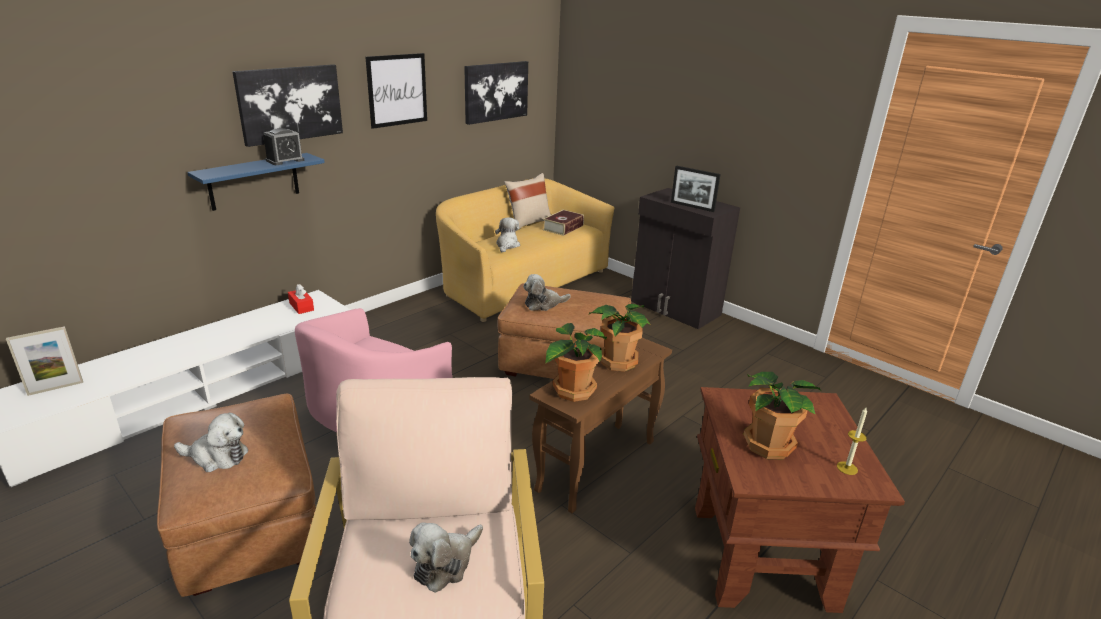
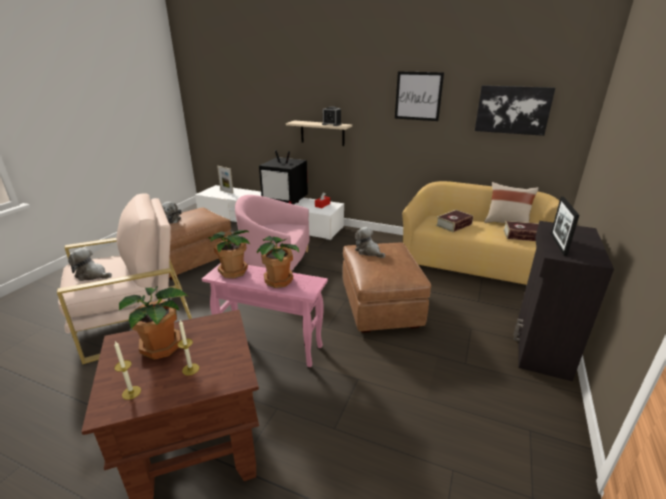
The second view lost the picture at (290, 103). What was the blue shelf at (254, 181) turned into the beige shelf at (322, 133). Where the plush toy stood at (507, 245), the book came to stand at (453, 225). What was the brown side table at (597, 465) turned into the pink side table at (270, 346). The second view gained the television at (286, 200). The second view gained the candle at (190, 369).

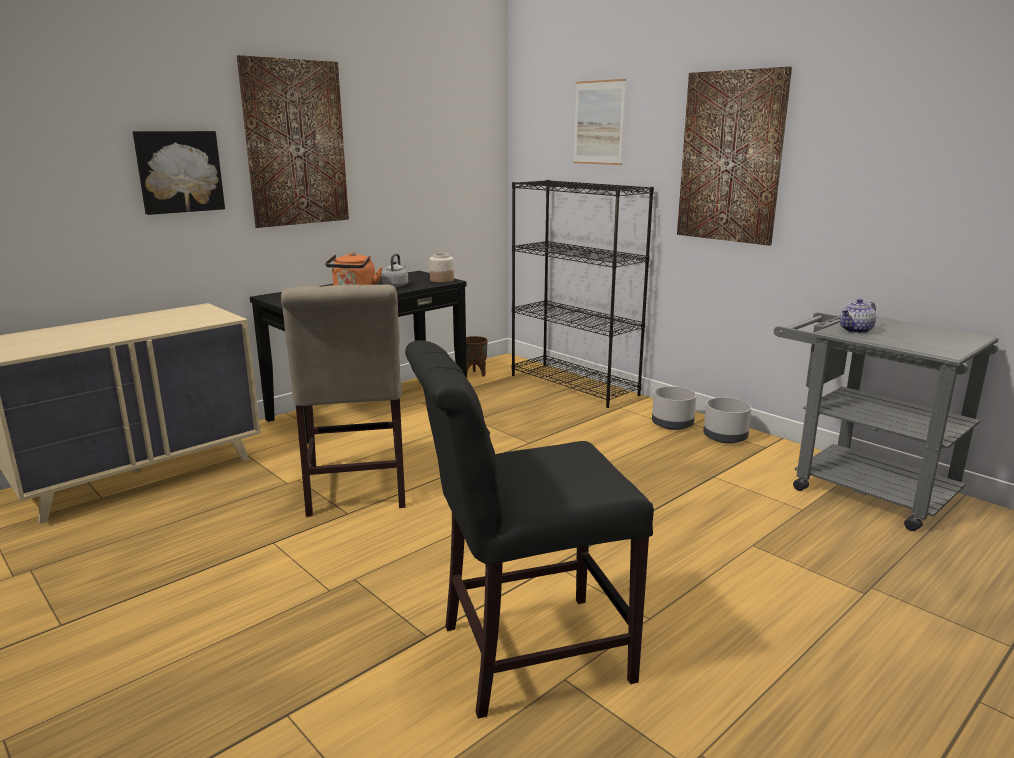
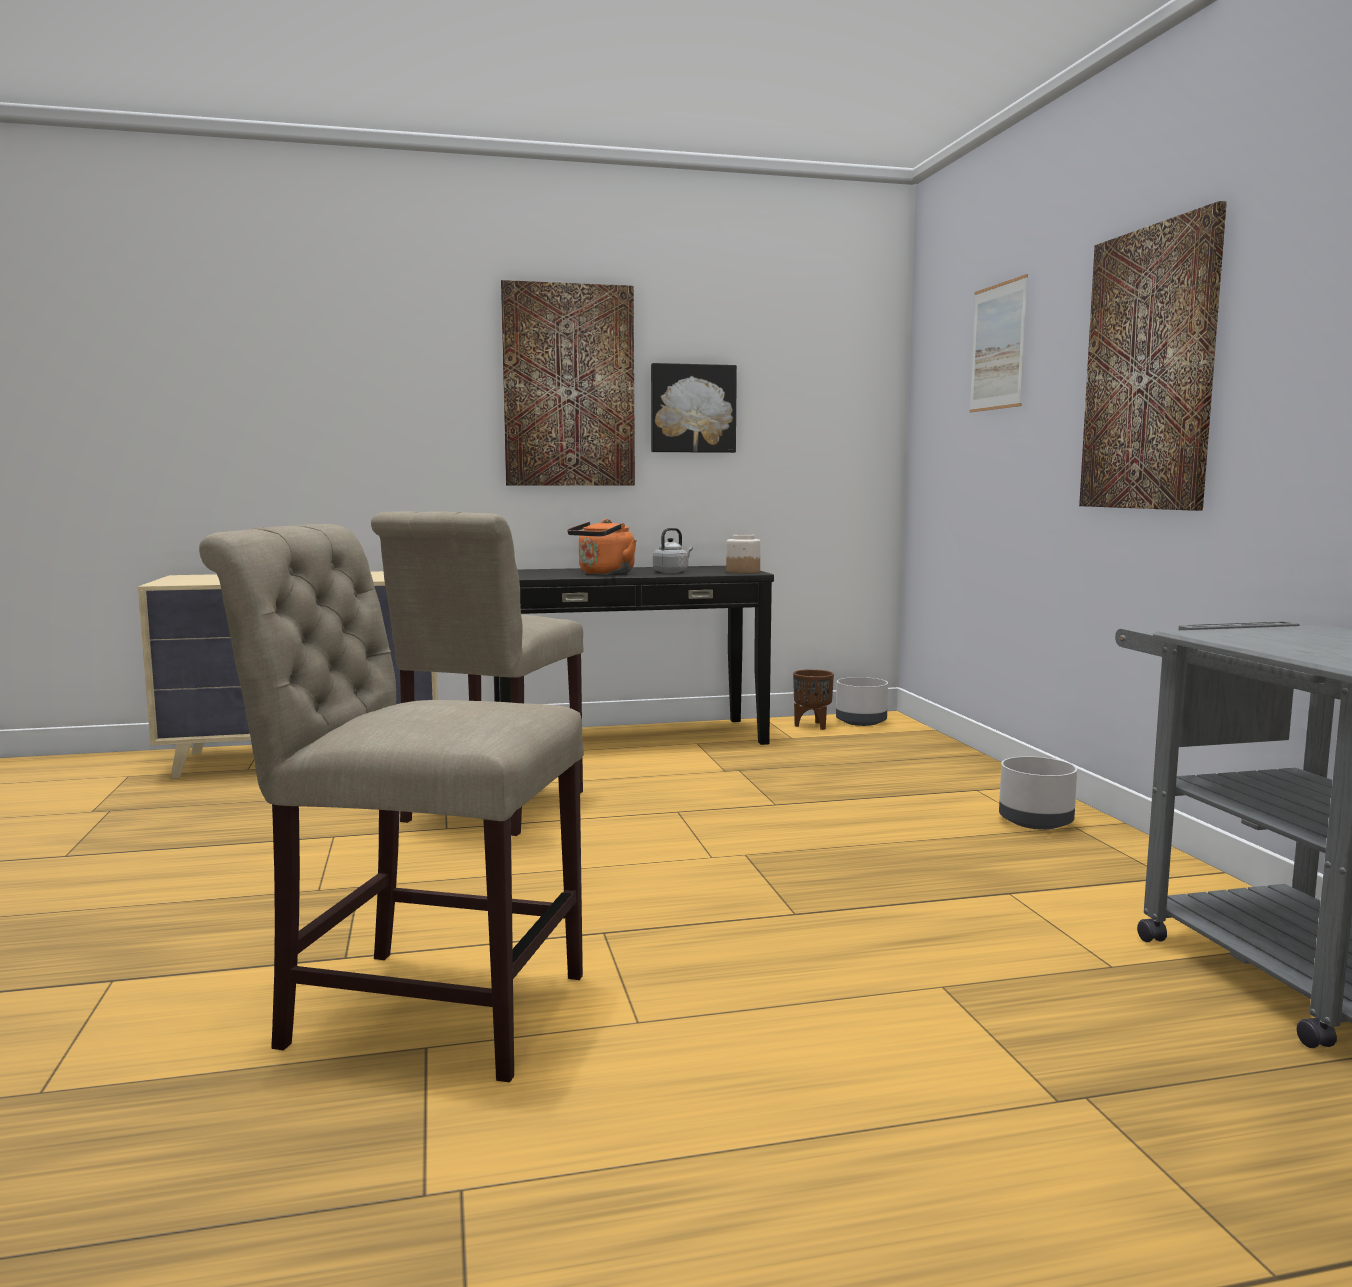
The picture ended up elsewhere, having gone from (179, 171) to (692, 409). The second view lost the black bookcase at (574, 385). The second view lost the teapot at (856, 330). What was the black chair at (524, 654) turned into the beige chair at (421, 1007). The grey planter ended up elsewhere, having gone from (725, 437) to (861, 722).

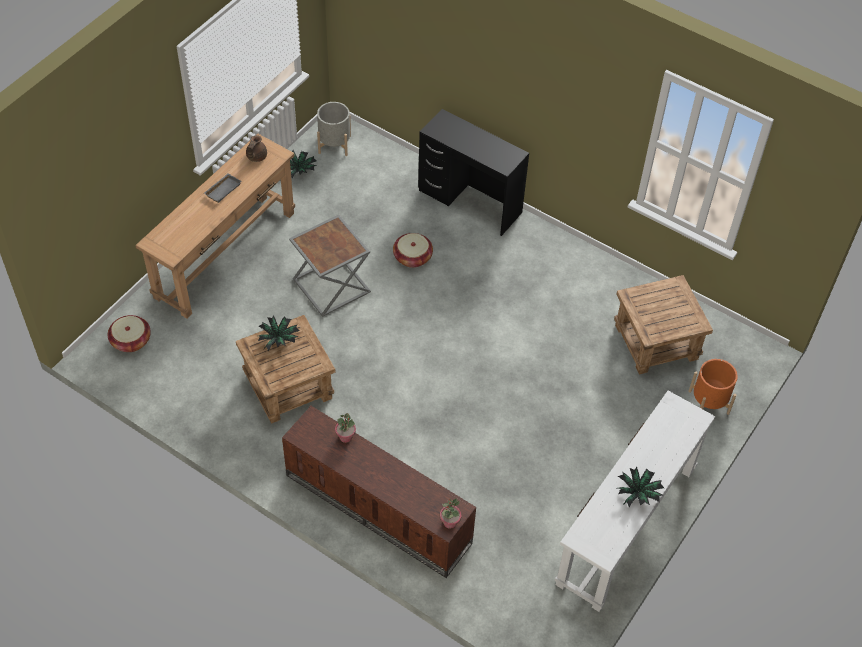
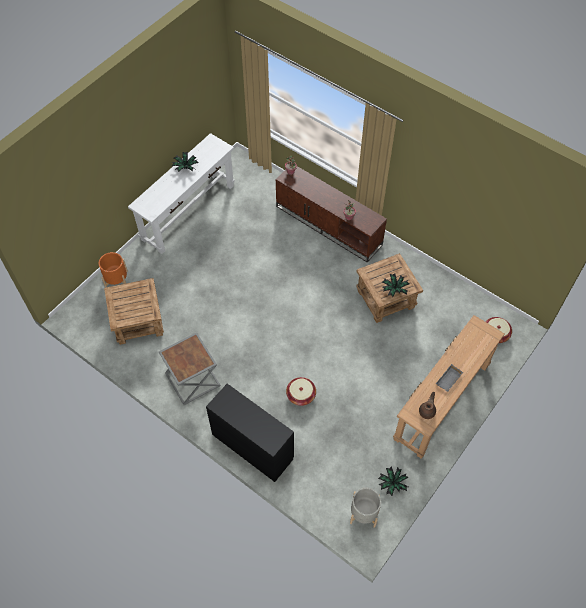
The grey side table ended up elsewhere, having gone from (333, 286) to (191, 379).

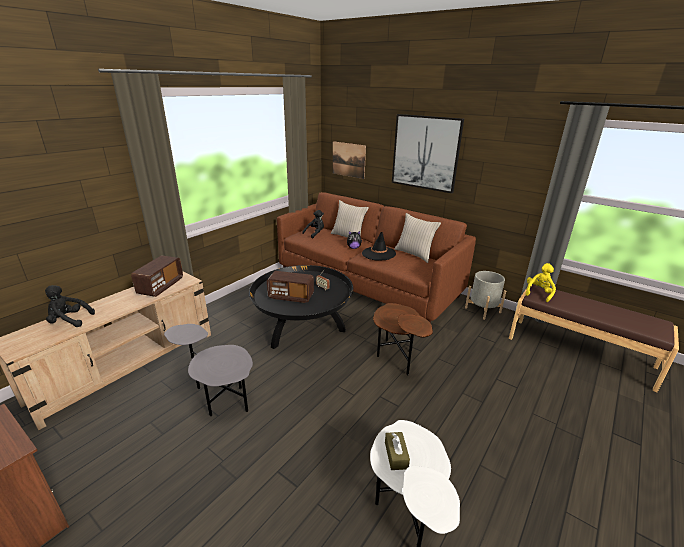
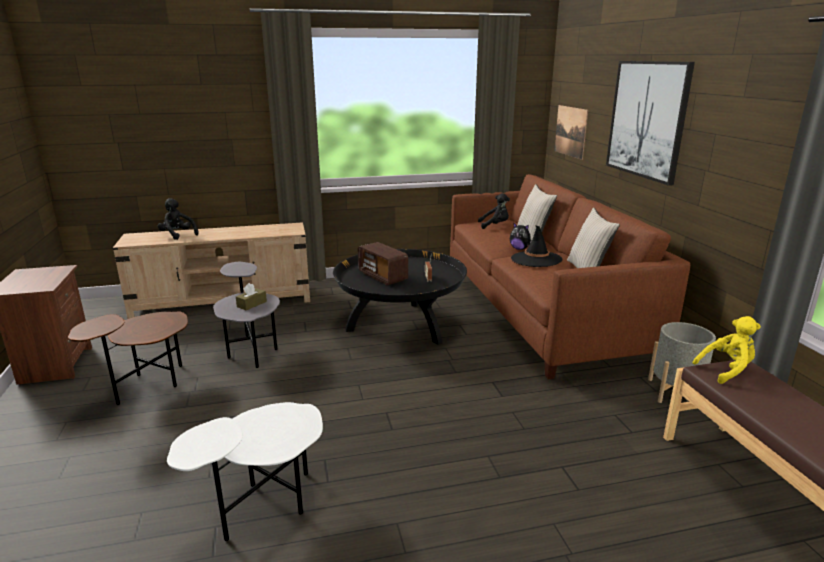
The second view lost the radio at (161, 286). The brown side table ended up elsewhere, having gone from (398, 358) to (148, 386). The brown tissue box ended up elsewhere, having gone from (396, 455) to (252, 304).

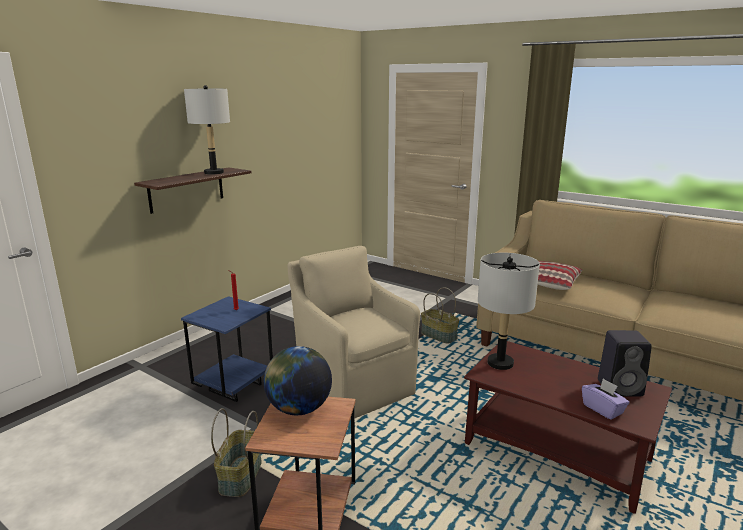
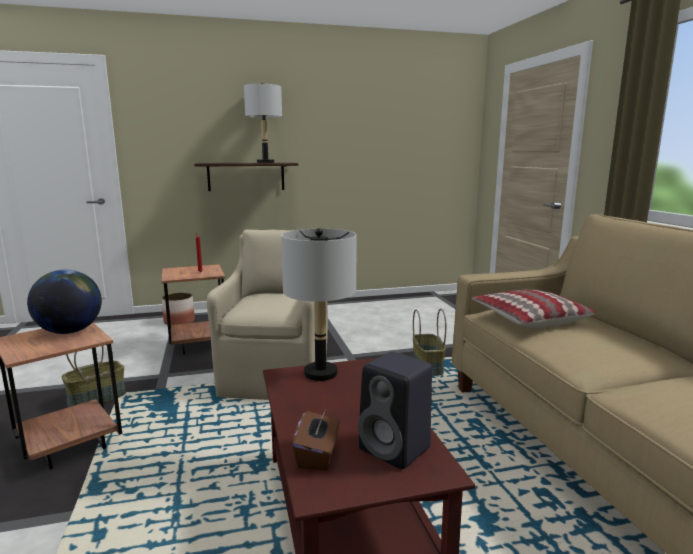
What was the blue side table at (233, 388) turned into the brown side table at (198, 346). What was the purple tissue box at (603, 409) turned into the brown tissue box at (317, 455). The second view gained the planter at (179, 322).

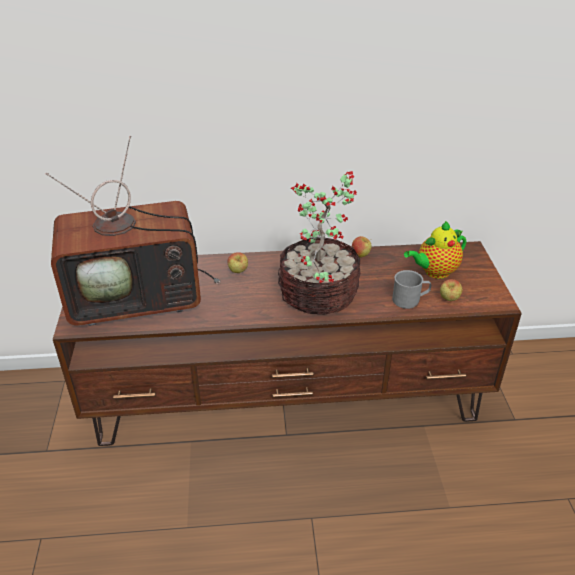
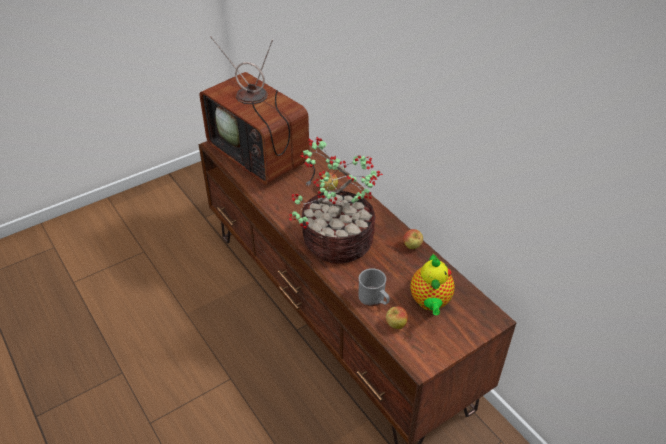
The teapot at (434, 272) ended up facing another way, 120 degrees counterclockwise from before.

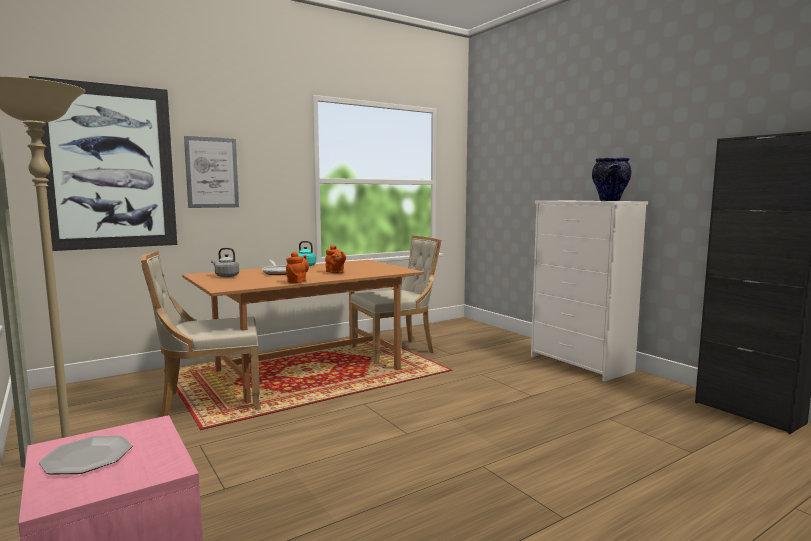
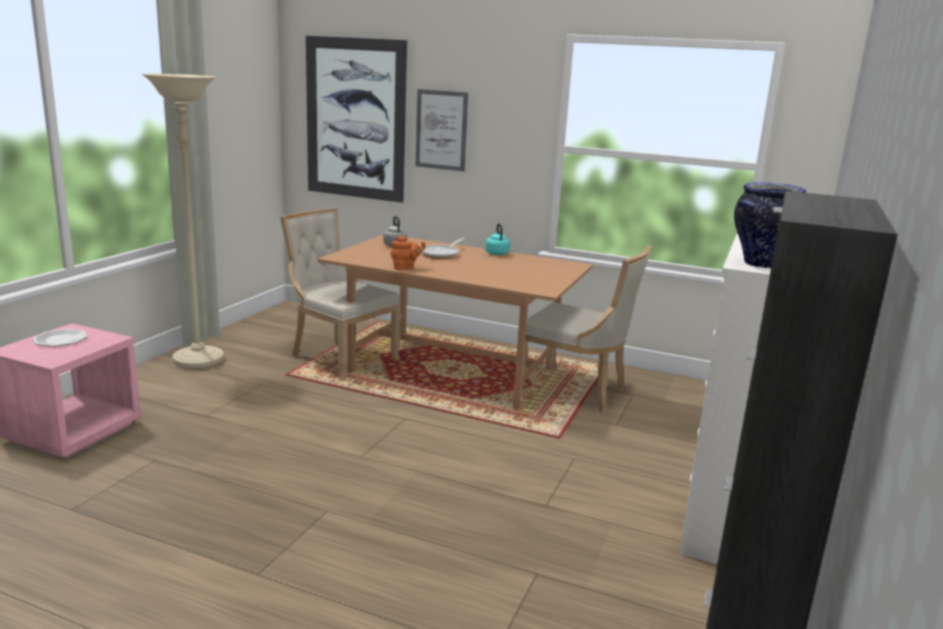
The second view lost the orange teapot at (335, 272).

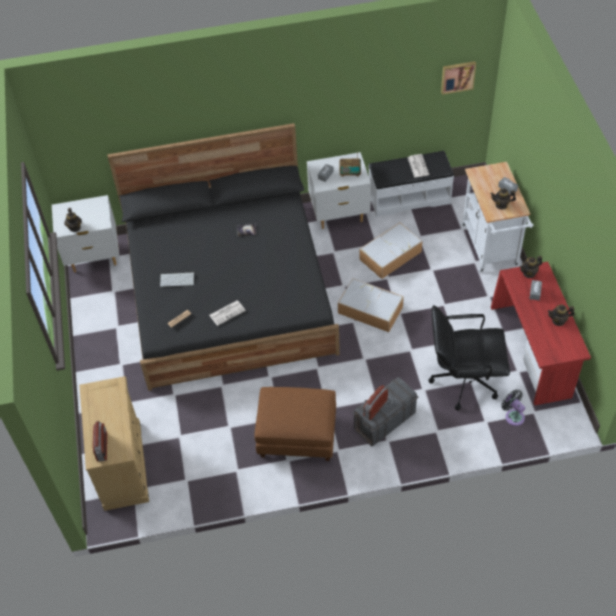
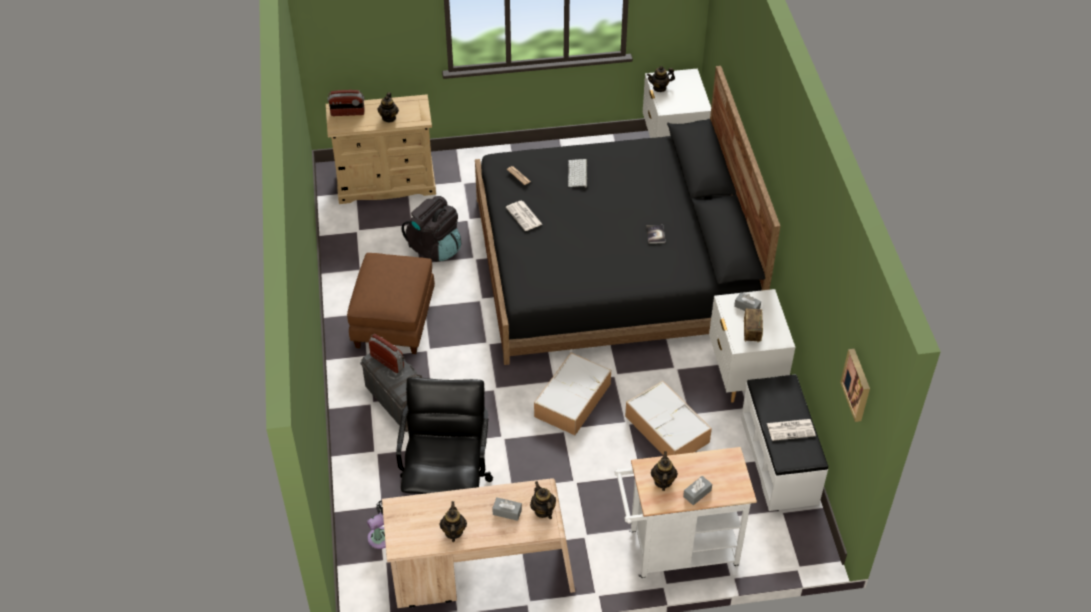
What was the red desk at (532, 352) turned into the beige desk at (482, 574). The second view gained the teapot at (389, 118). The second view gained the black backpack at (435, 247).

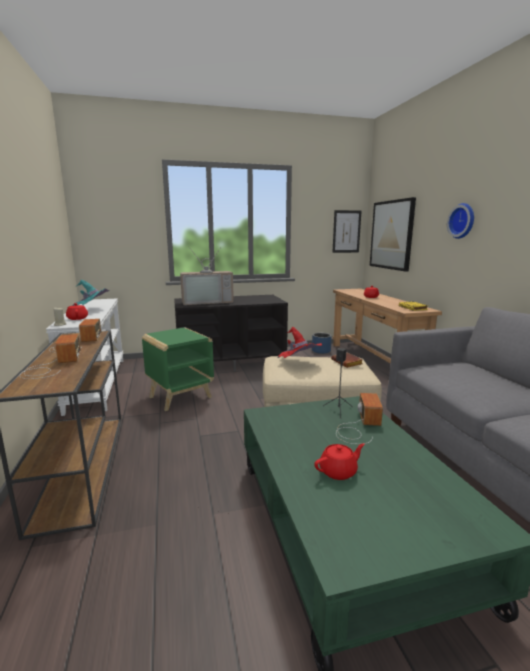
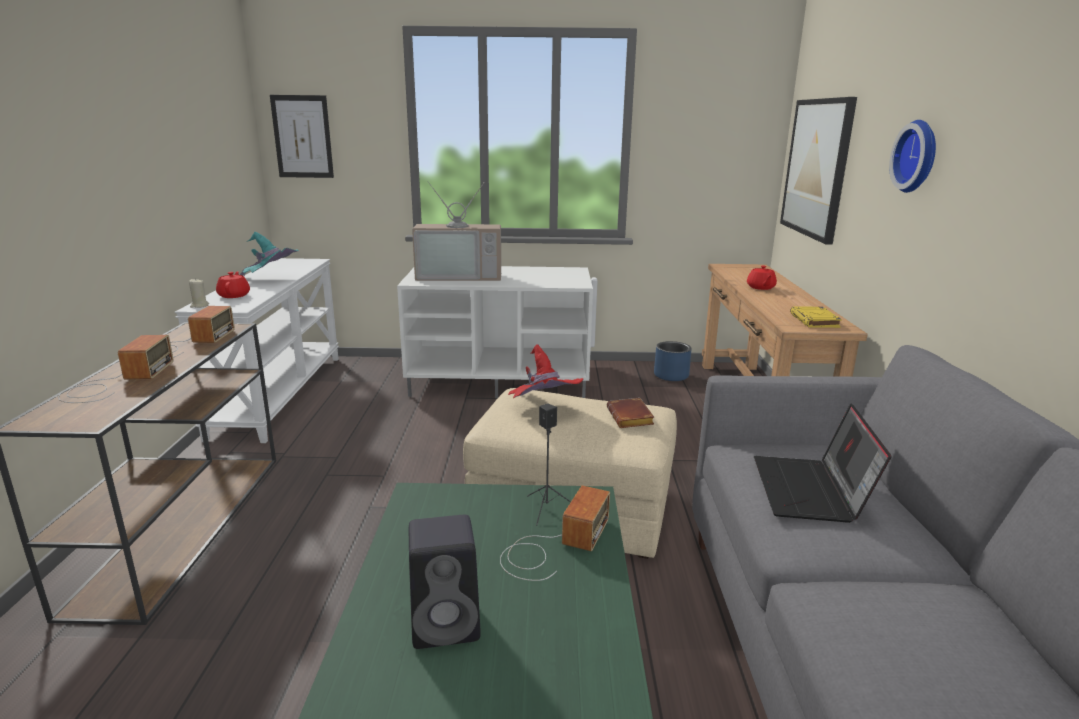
The picture ended up elsewhere, having gone from (346, 231) to (302, 137). What was the black tv stand at (231, 362) turned into the white tv stand at (501, 381). The second view lost the green side table at (181, 396). Where the red teapot stood at (338, 471), the black speaker came to stand at (448, 623). The second view gained the laptop at (811, 491).

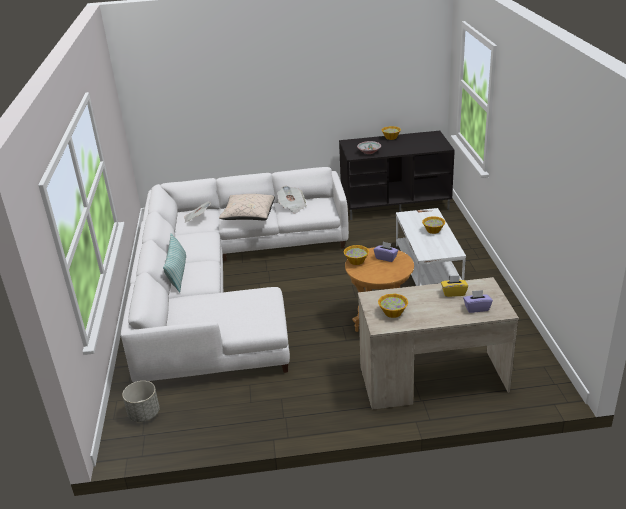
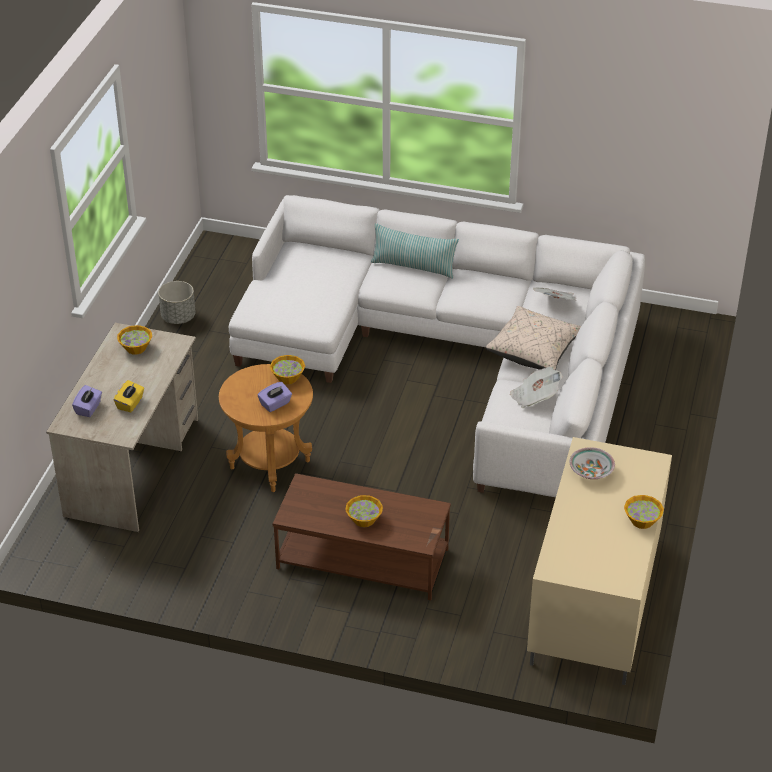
What was the black tv stand at (395, 203) turned into the beige tv stand at (596, 604). What was the white coffee table at (427, 266) turned into the brown coffee table at (363, 558). The grey planter ended up elsewhere, having gone from (144, 414) to (178, 317).

